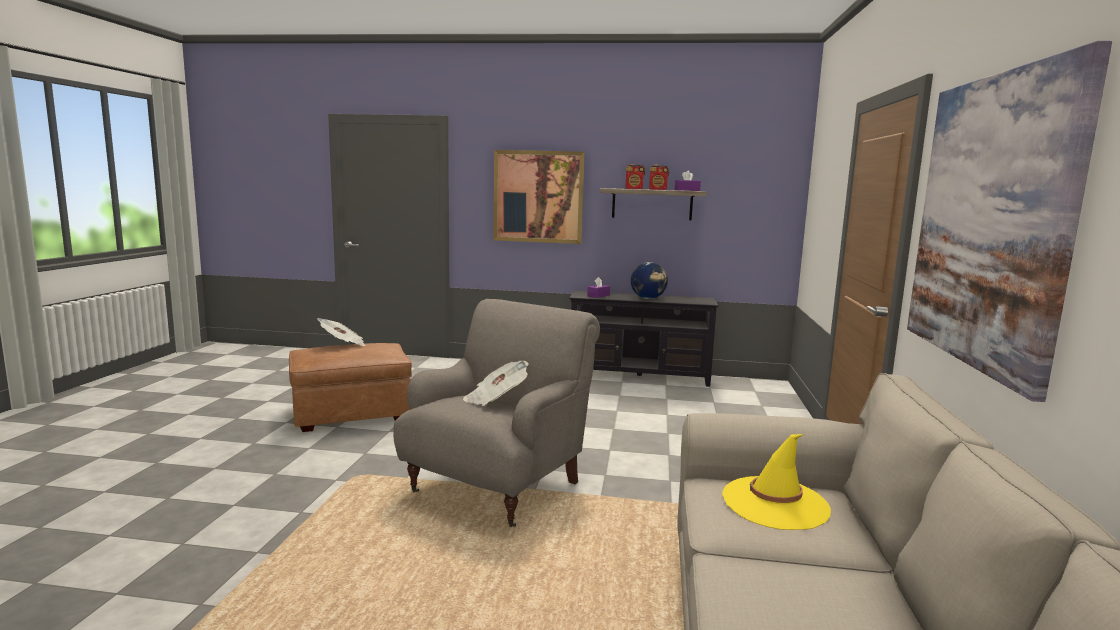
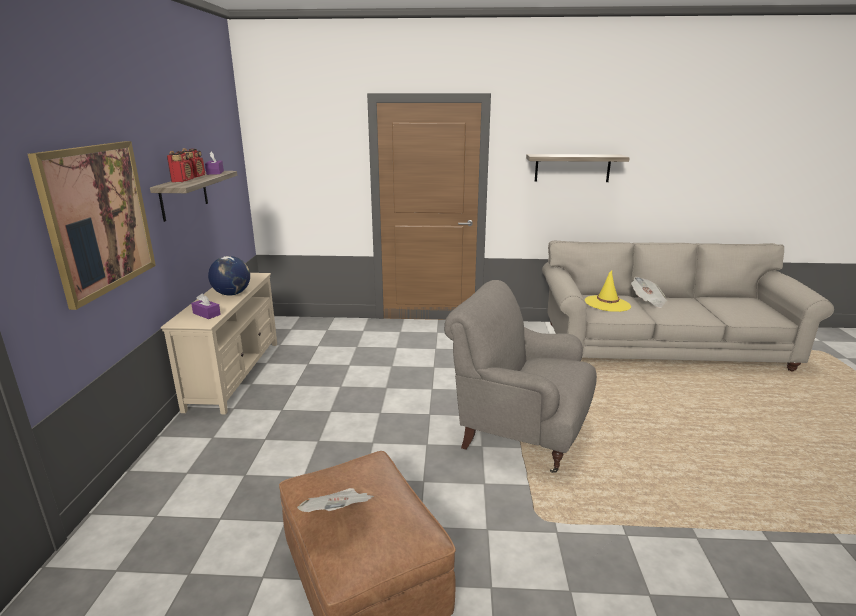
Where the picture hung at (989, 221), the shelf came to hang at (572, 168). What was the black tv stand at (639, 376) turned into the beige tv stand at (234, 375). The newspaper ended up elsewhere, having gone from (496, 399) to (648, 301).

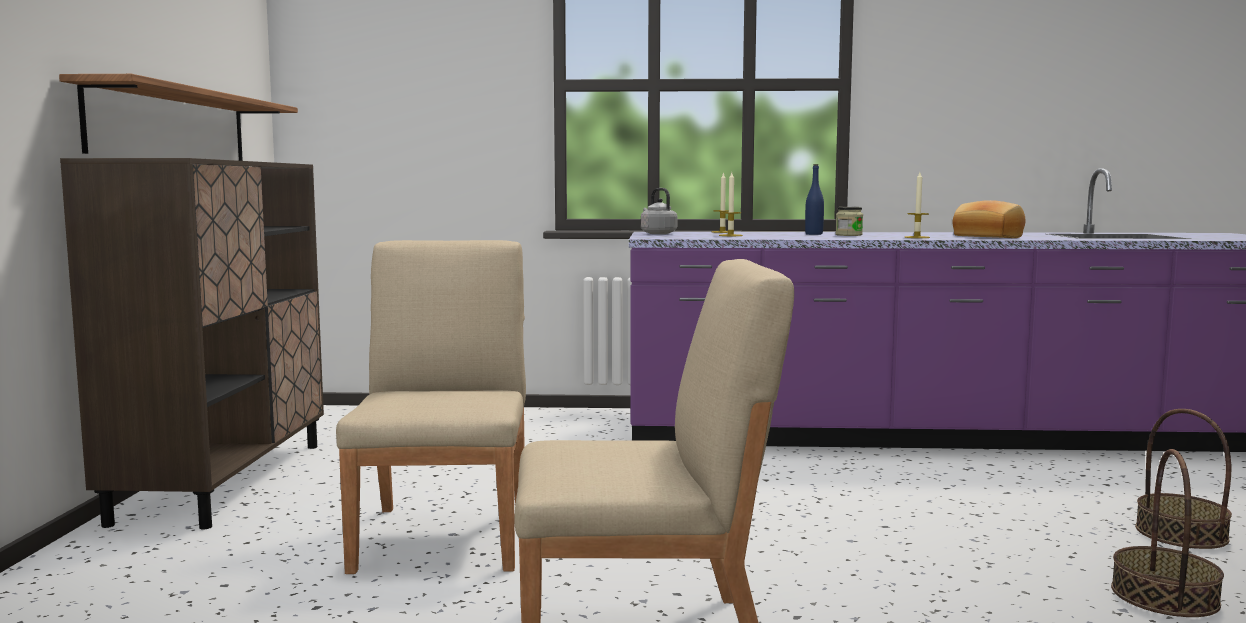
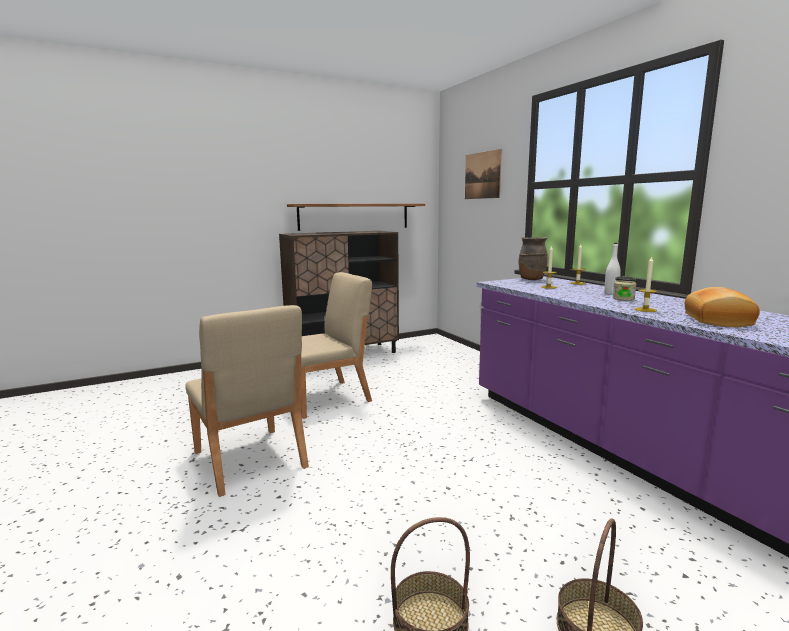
What was the blue bottle at (814, 234) turned into the white bottle at (611, 294). Where the grey kettle stood at (657, 233), the brown vase came to stand at (531, 279). The second view gained the picture at (482, 175).

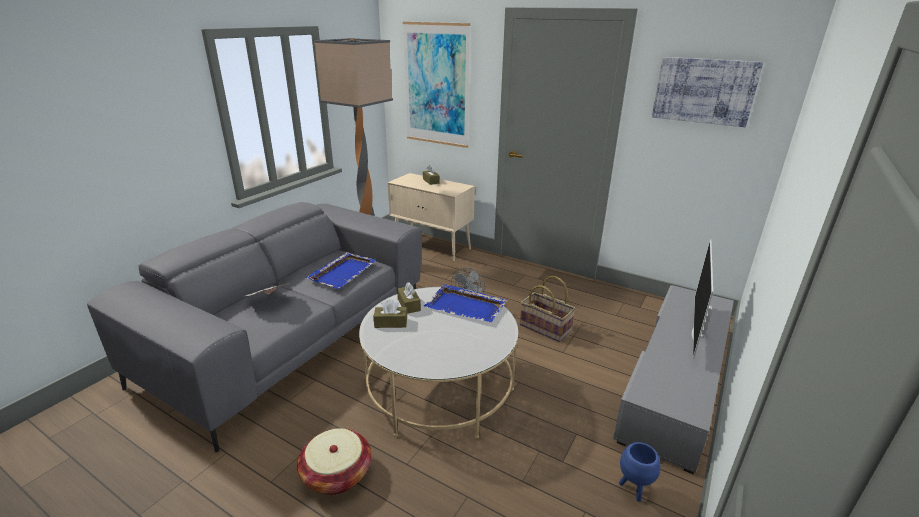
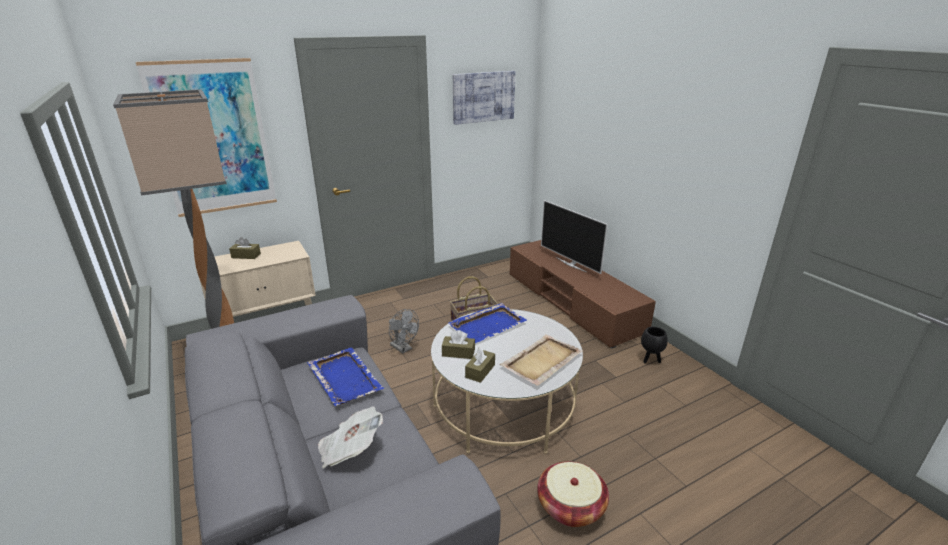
What was the grey tv stand at (675, 381) turned into the brown tv stand at (572, 302). What was the blue planter at (633, 489) turned into the black planter at (650, 360). The second view gained the beige tray at (541, 361).

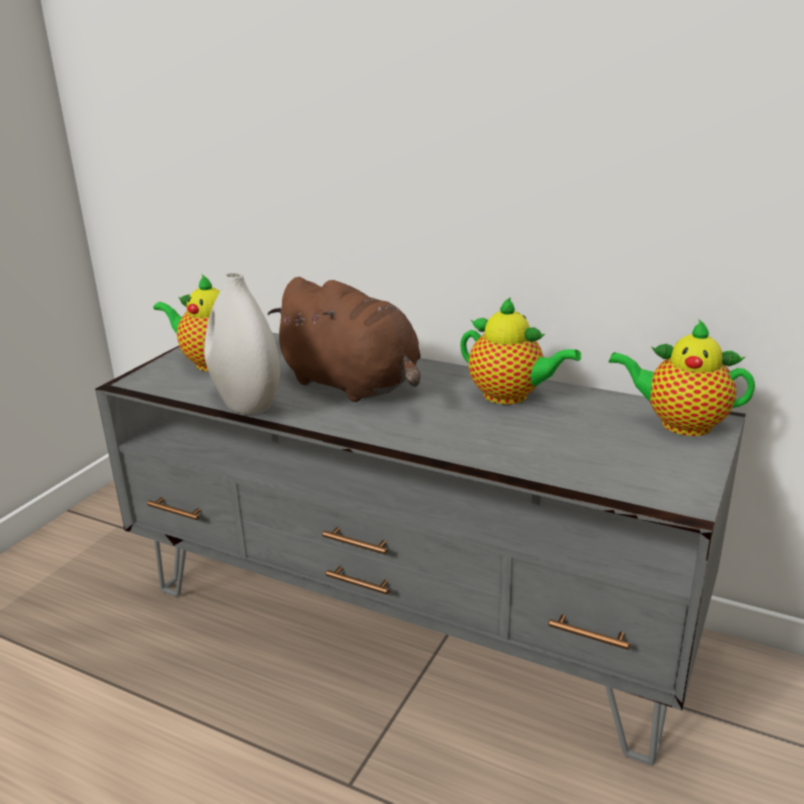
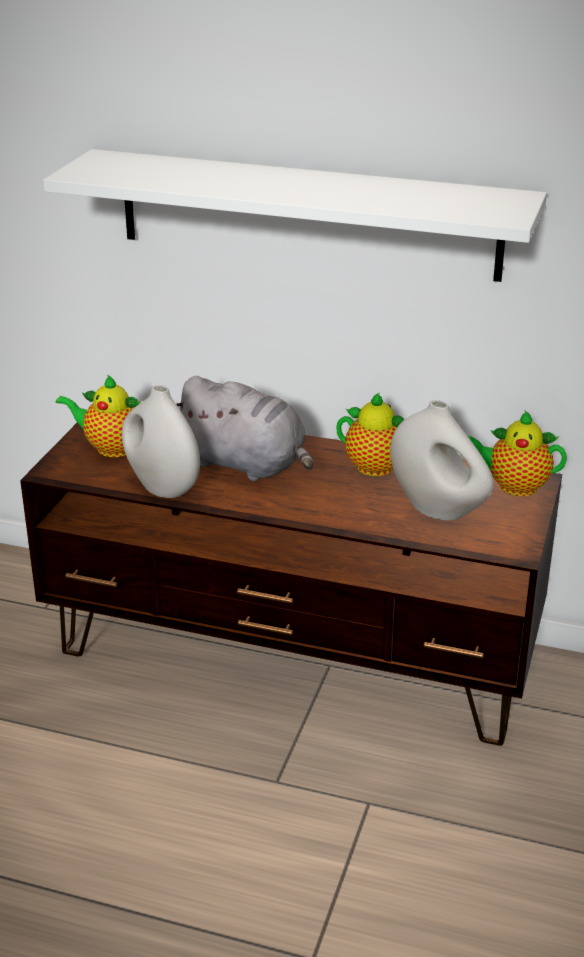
What was the brown plush toy at (354, 385) turned into the grey plush toy at (246, 465). What was the grey tv stand at (409, 617) turned into the brown tv stand at (293, 656). The second view gained the white shelf at (307, 214). The second view gained the white vase at (438, 509).

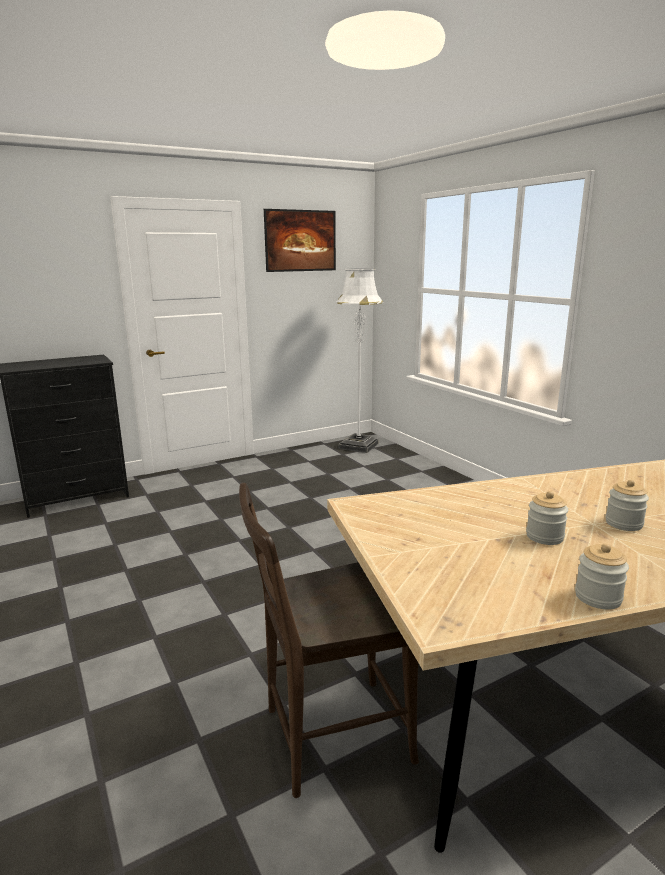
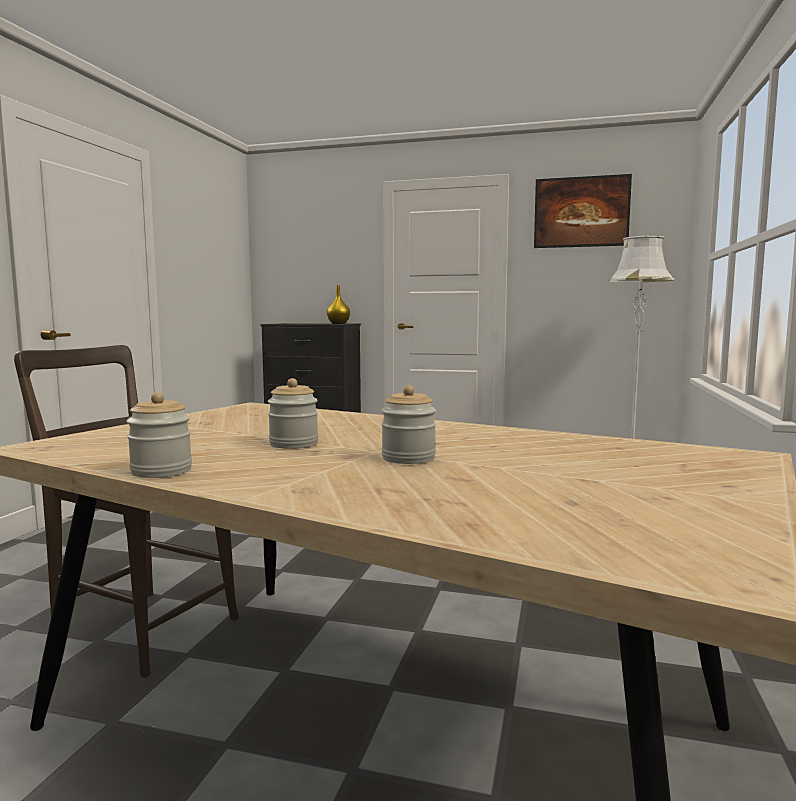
The second view gained the yellow vase at (339, 323).

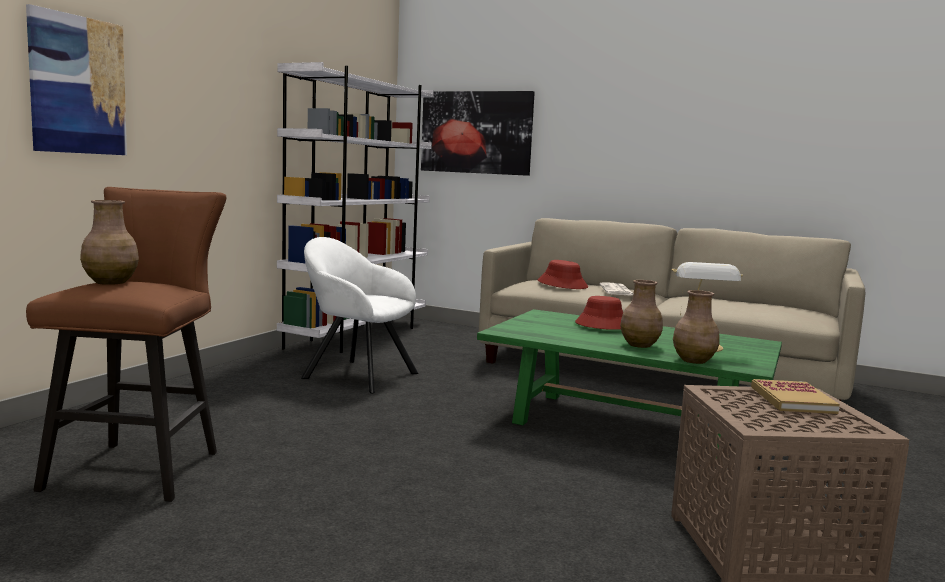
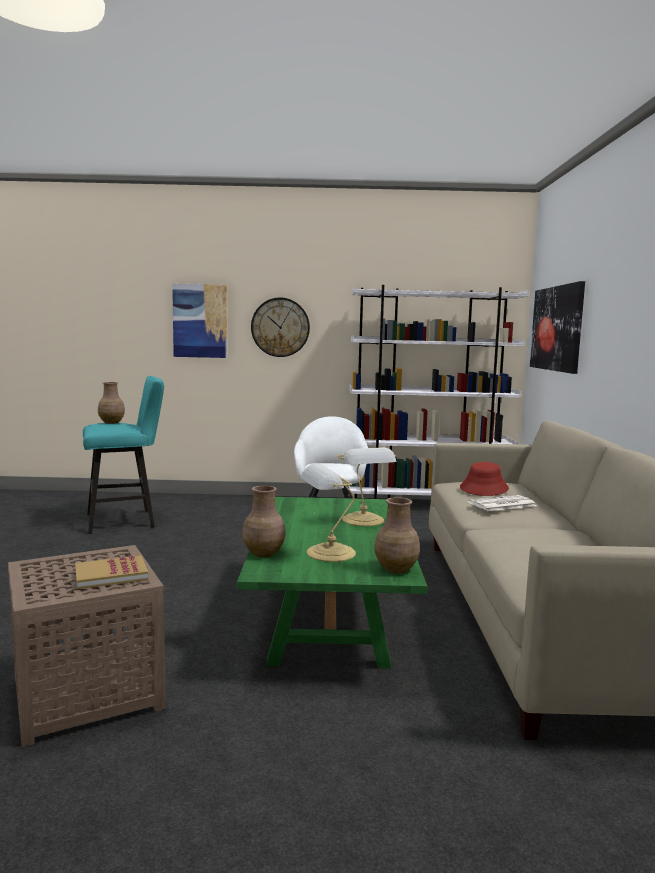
What was the brown stool at (142, 466) turned into the turquoise stool at (126, 520). The brown vase ended up elsewhere, having gone from (640, 345) to (396, 569). Where the red hat stood at (602, 325), the table lamp came to stand at (364, 520). The second view gained the wall clock at (280, 327).

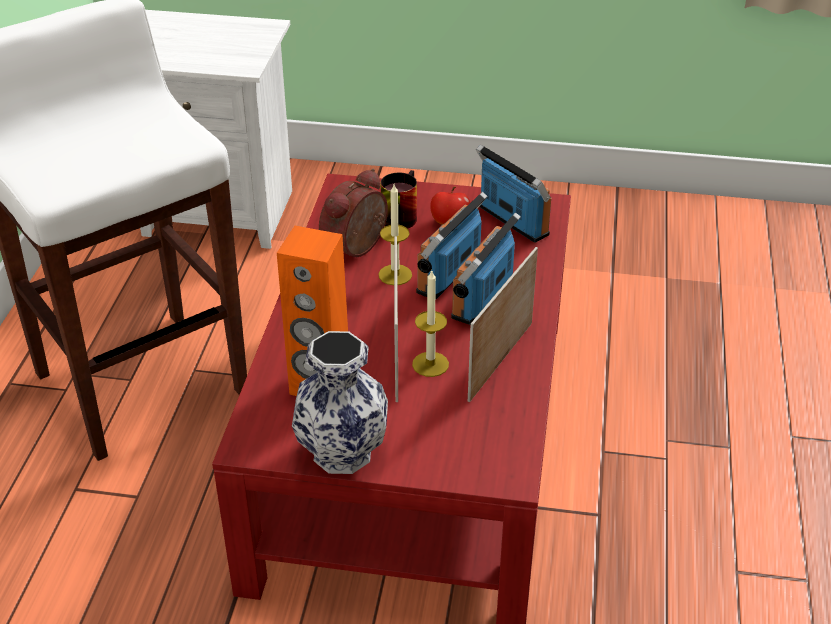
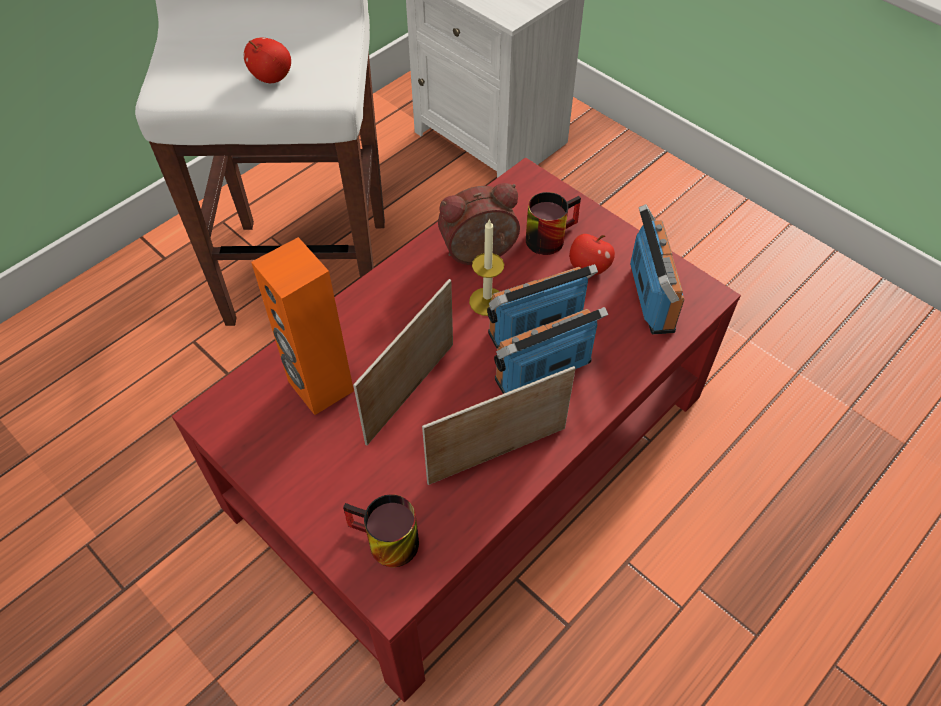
The second view lost the candle at (430, 364). The second view lost the vase at (341, 454). The second view gained the apple at (271, 77). The second view gained the mug at (383, 544).

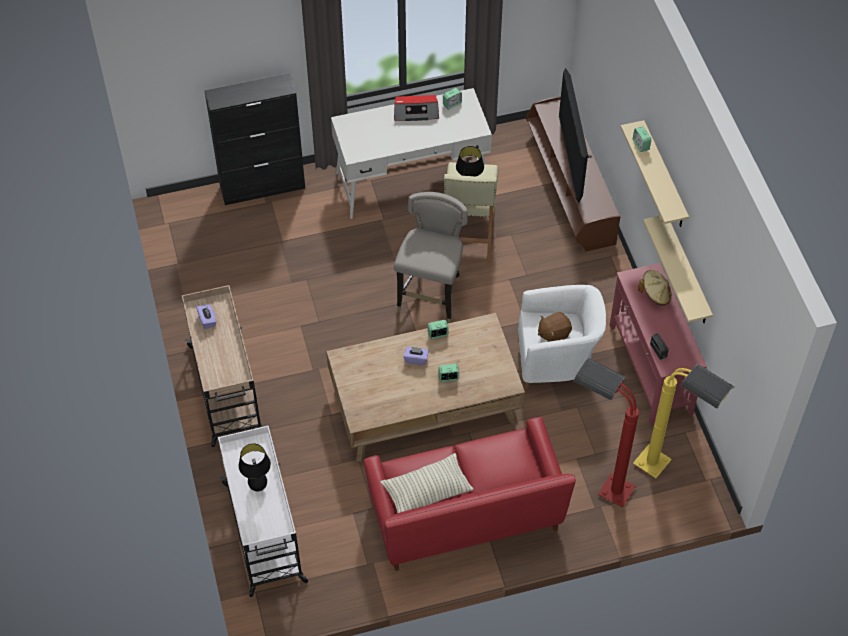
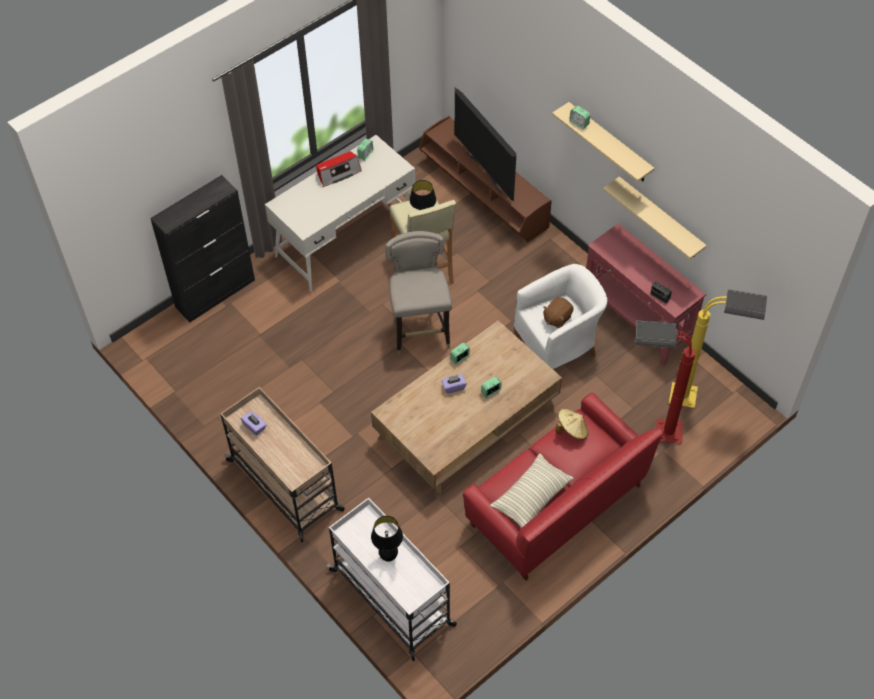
The beige hat ended up elsewhere, having gone from (655, 294) to (571, 430).

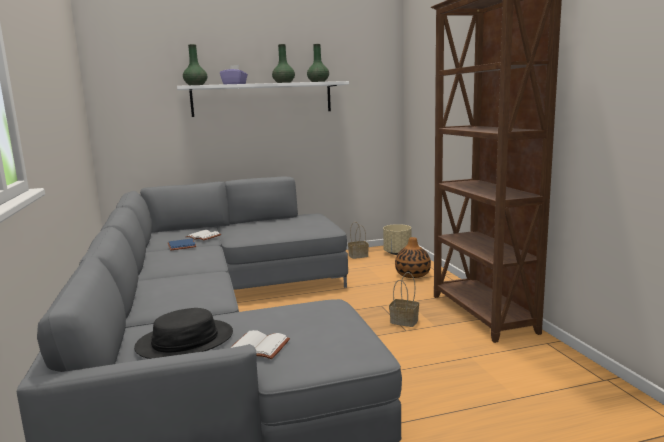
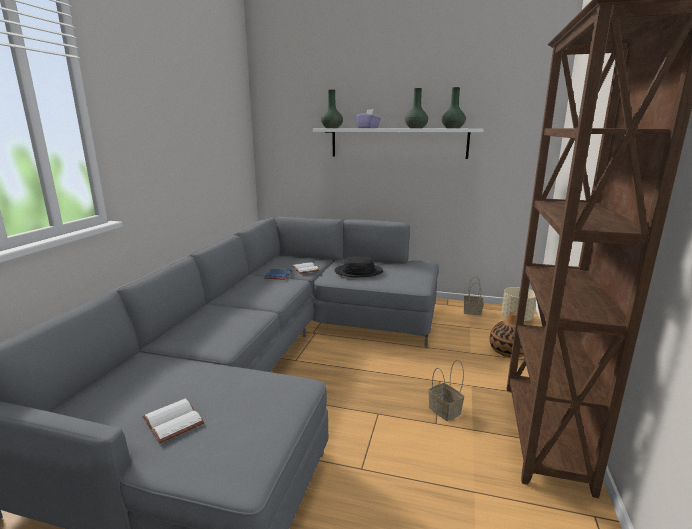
The black hat ended up elsewhere, having gone from (185, 341) to (358, 271).

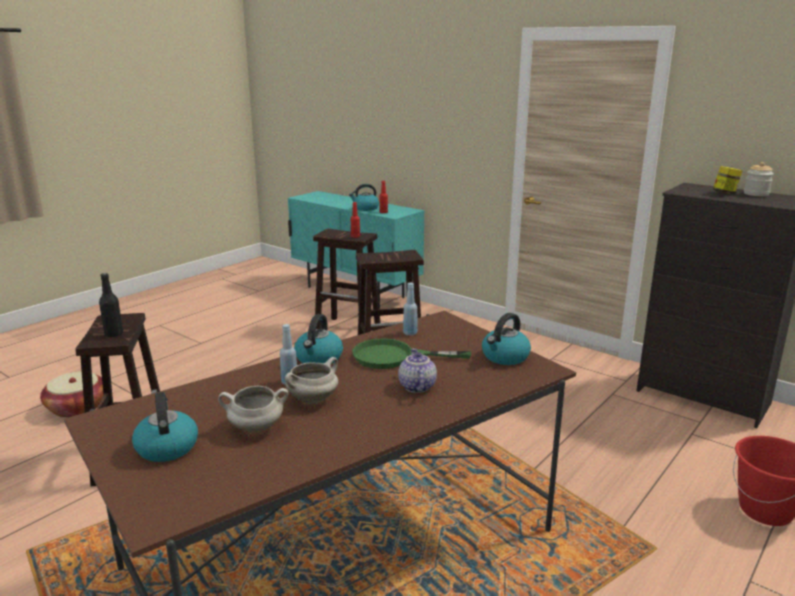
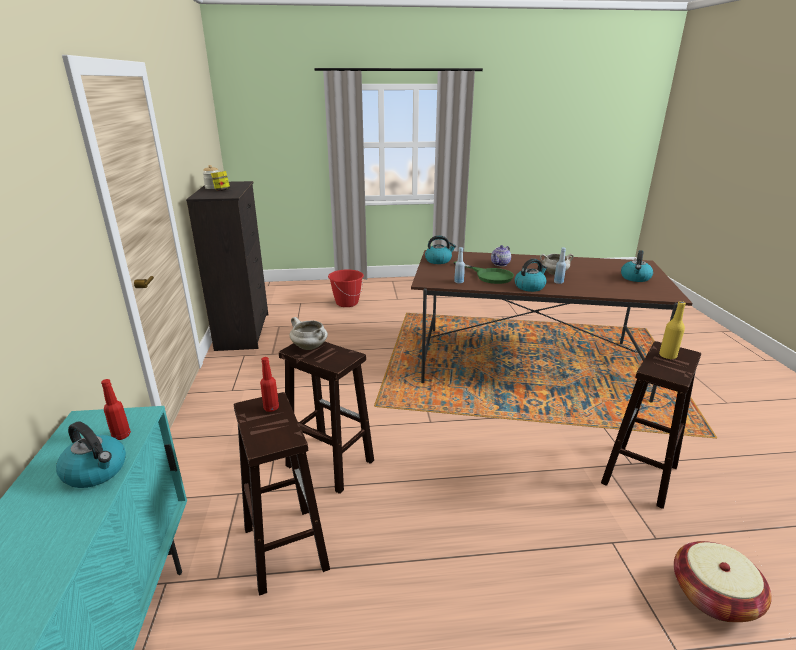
What was the black bottle at (114, 334) turned into the yellow bottle at (667, 356). The white cooking pot ended up elsewhere, having gone from (255, 428) to (310, 347).

